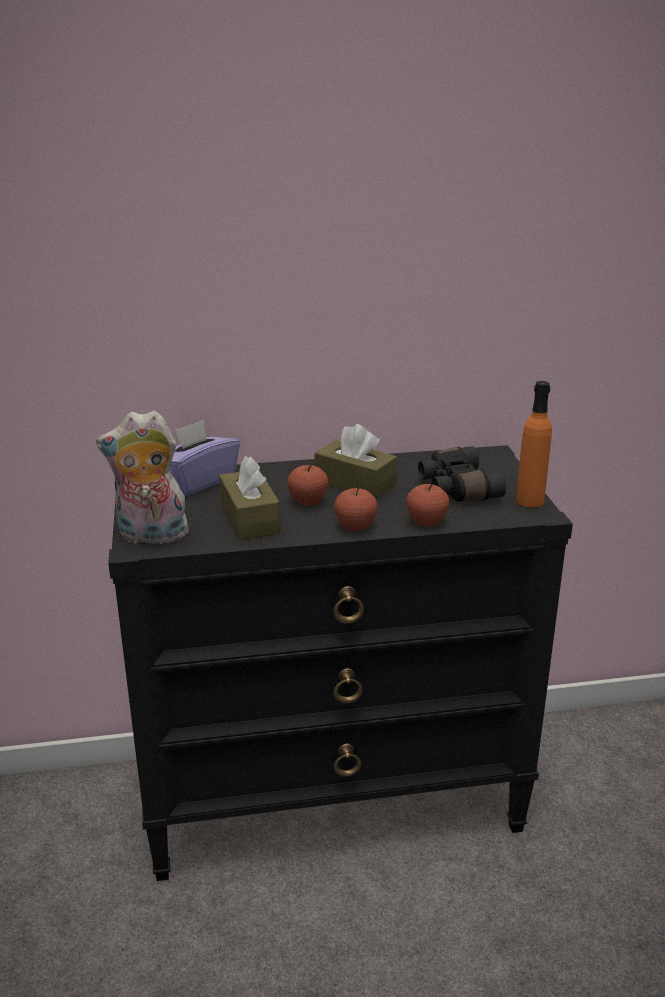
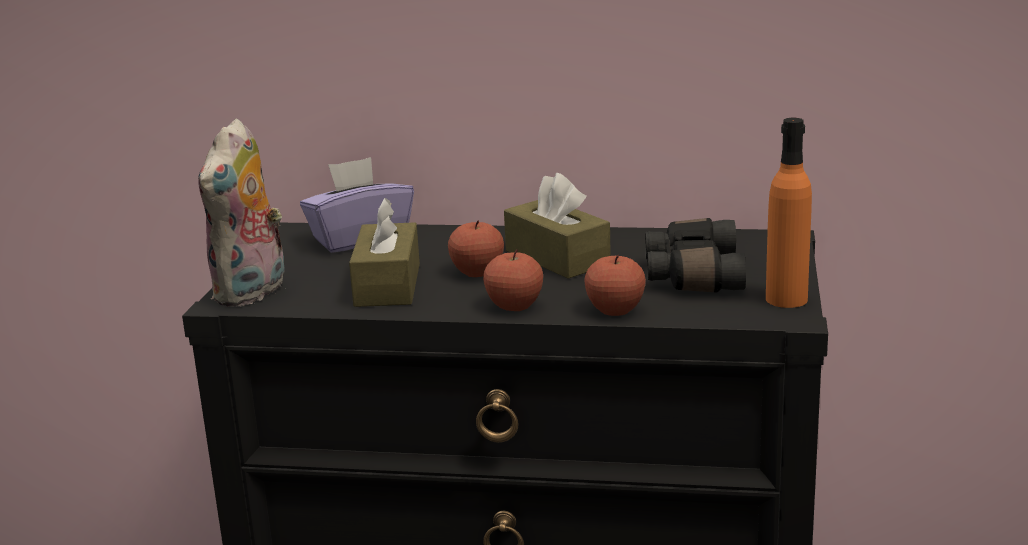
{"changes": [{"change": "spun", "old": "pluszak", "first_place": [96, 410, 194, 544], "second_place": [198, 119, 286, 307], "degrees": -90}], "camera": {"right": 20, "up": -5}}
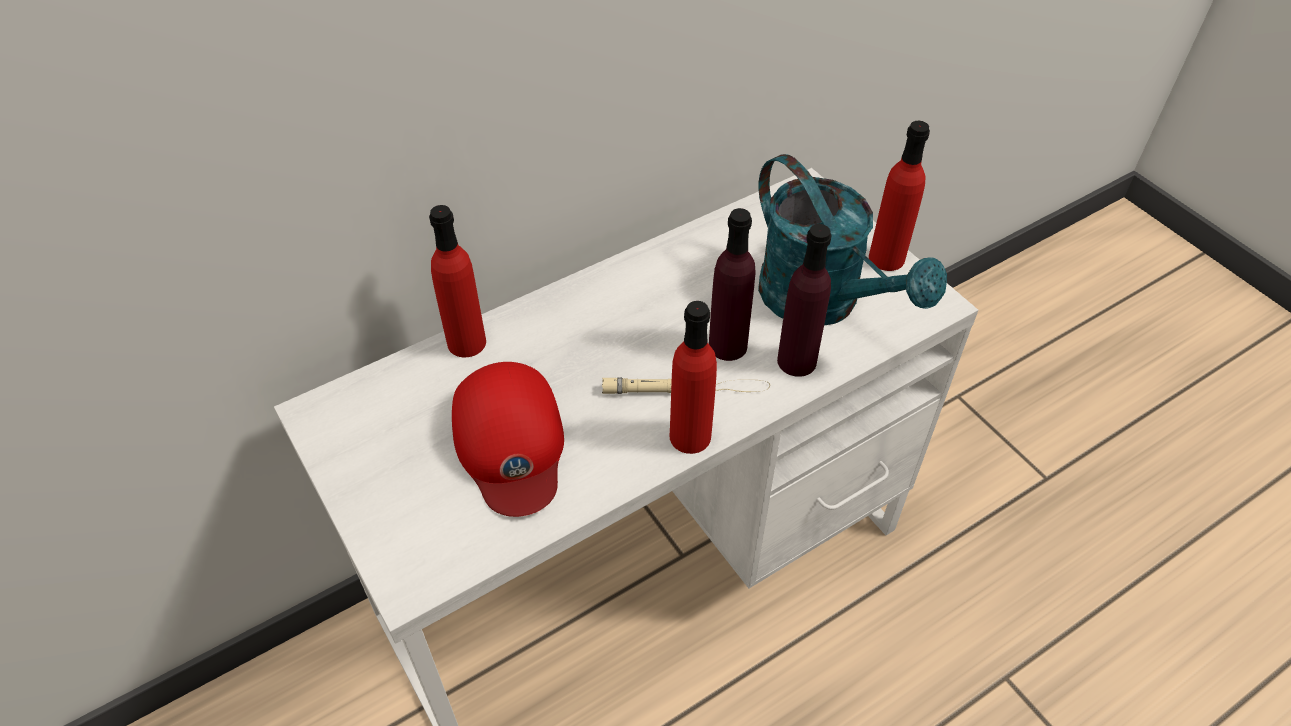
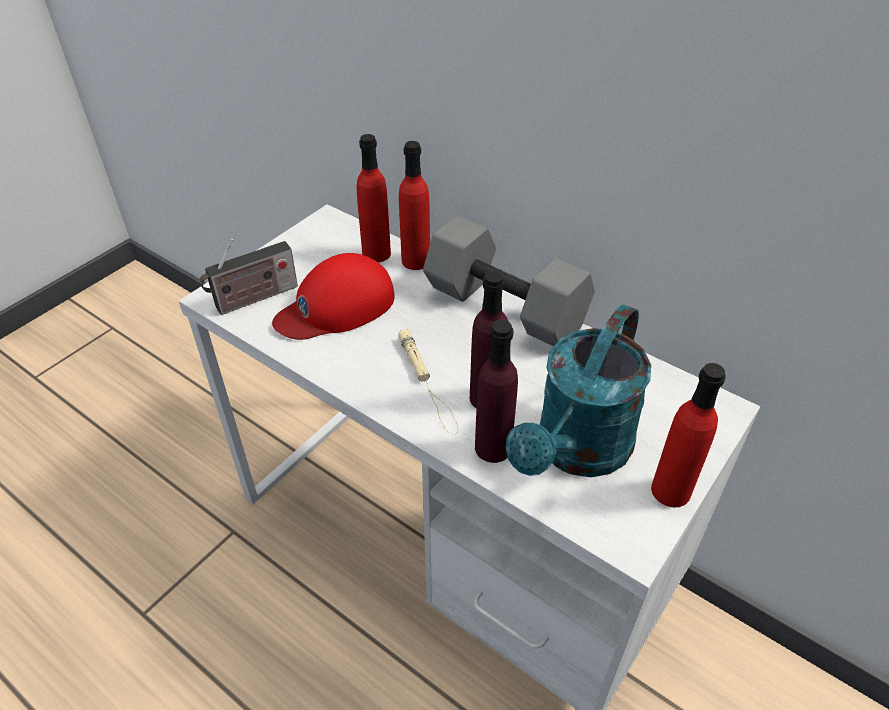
{"changes": [{"change": "appeared", "new": "radio", "second_place": [199, 239, 298, 315]}, {"change": "relocated", "old": "butelka (czerwony)", "first_place": [669, 301, 717, 454], "second_place": [357, 134, 391, 262]}, {"change": "appeared", "new": "hantel (szary)", "second_place": [423, 216, 595, 347]}], "camera": {"right": 70, "up": -5}}
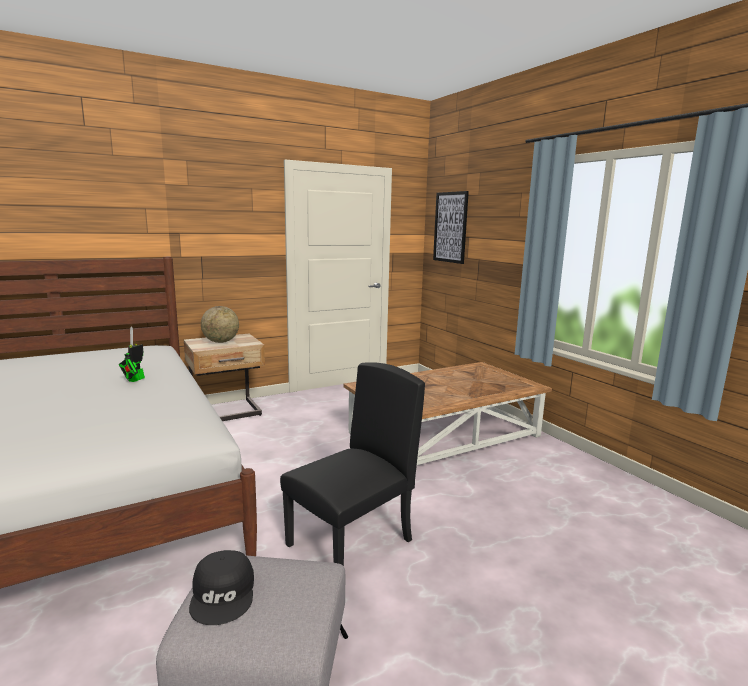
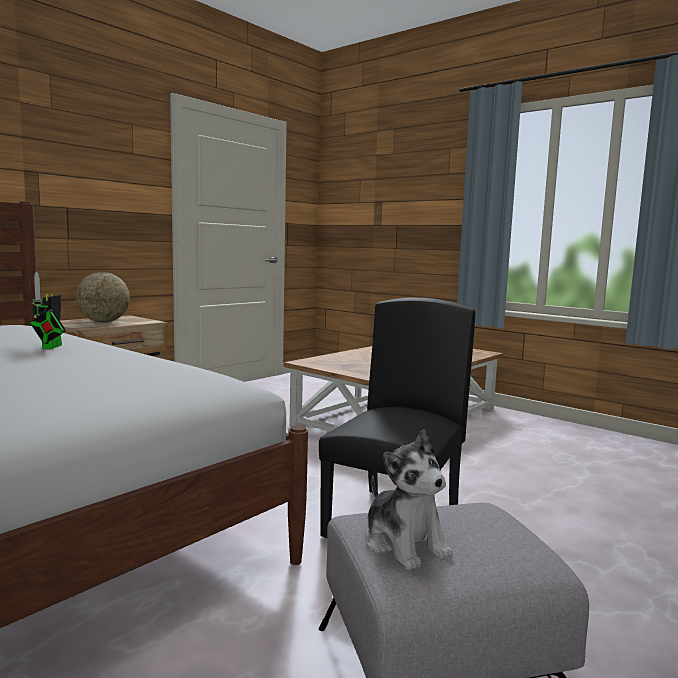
{"changes": [{"change": "exchanged", "old": "czapka z daszkiem (czarny)", "new": "pluszak", "first_place": [189, 550, 254, 625], "second_place": [365, 429, 453, 570]}, {"change": "missing", "old": "obraz", "first_place": [433, 191, 469, 264]}], "camera": {"right": -20, "up": -5}}
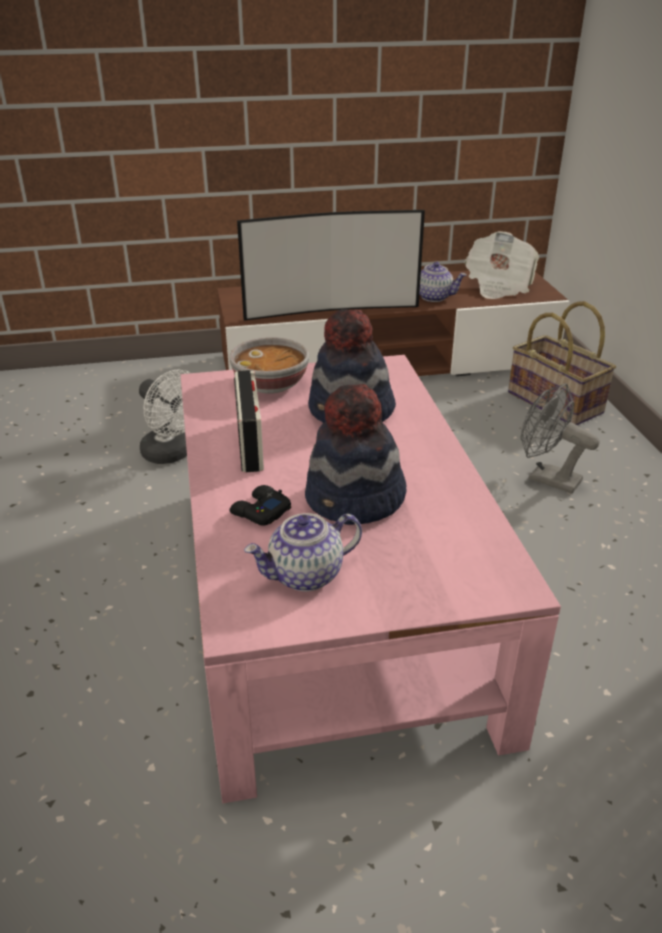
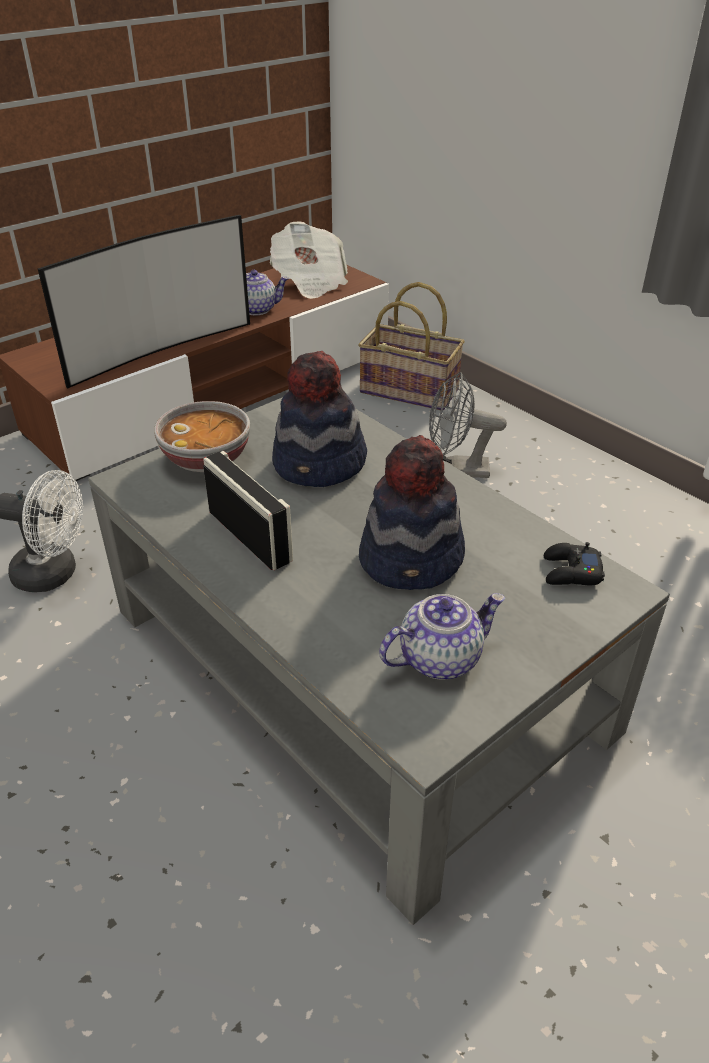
{"changes": [{"change": "colour", "old": "ława (różowy)", "new": "ława (szary)", "first_place": [180, 355, 561, 803], "second_place": [88, 397, 670, 925]}, {"change": "spun", "old": "imbryk", "first_place": [244, 513, 362, 591], "second_place": [379, 593, 505, 680], "degrees": -150}, {"change": "relocated", "old": "pad do gier (czarny)", "first_place": [230, 485, 291, 526], "second_place": [544, 542, 605, 585]}], "camera": {"right": -30, "up": 5}}
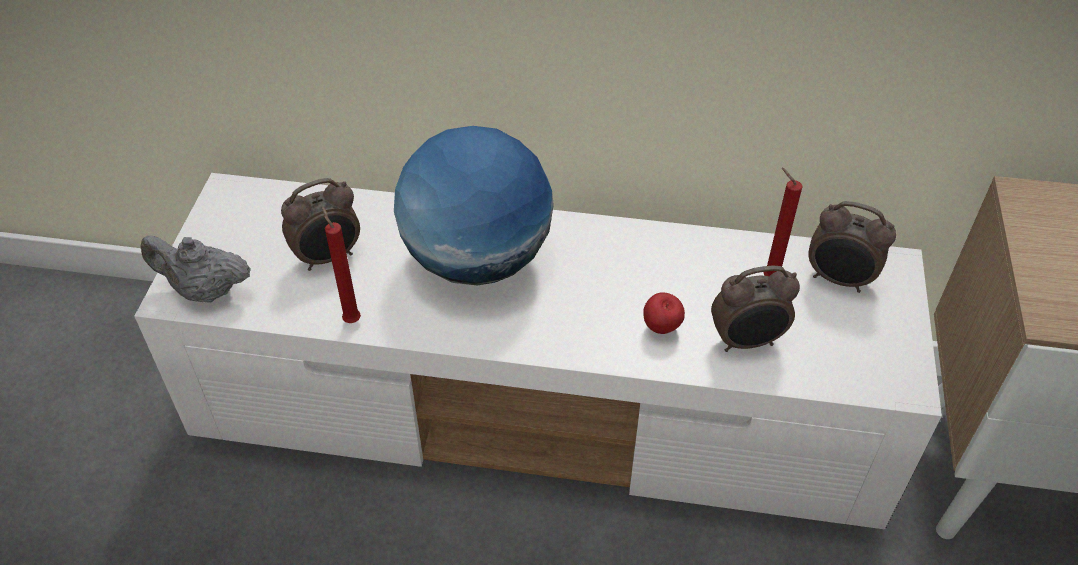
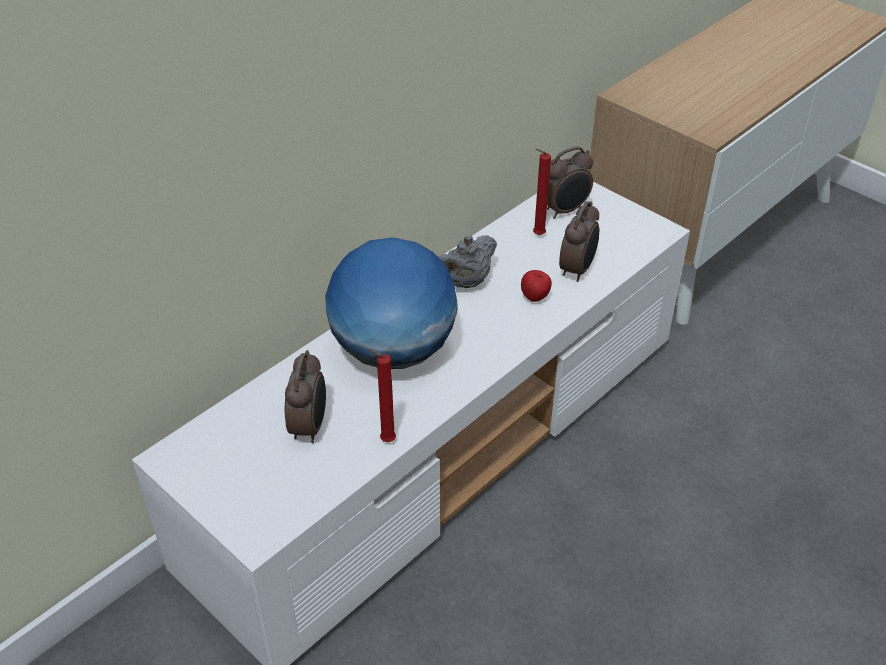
{"changes": [{"change": "relocated", "old": "imbryk (szary)", "first_place": [140, 235, 251, 303], "second_place": [439, 235, 497, 288]}], "camera": {"right": -55, "up": -5}}
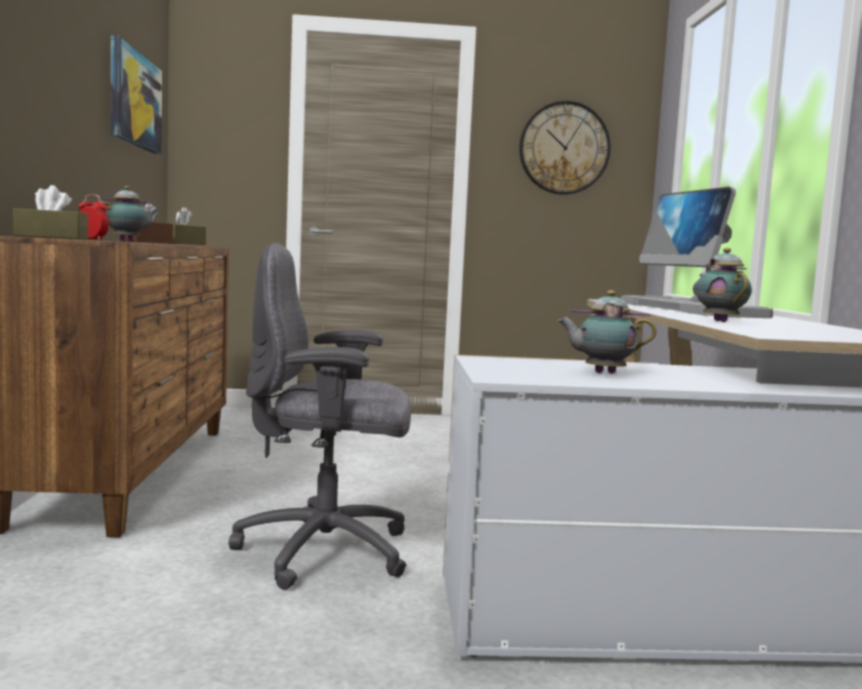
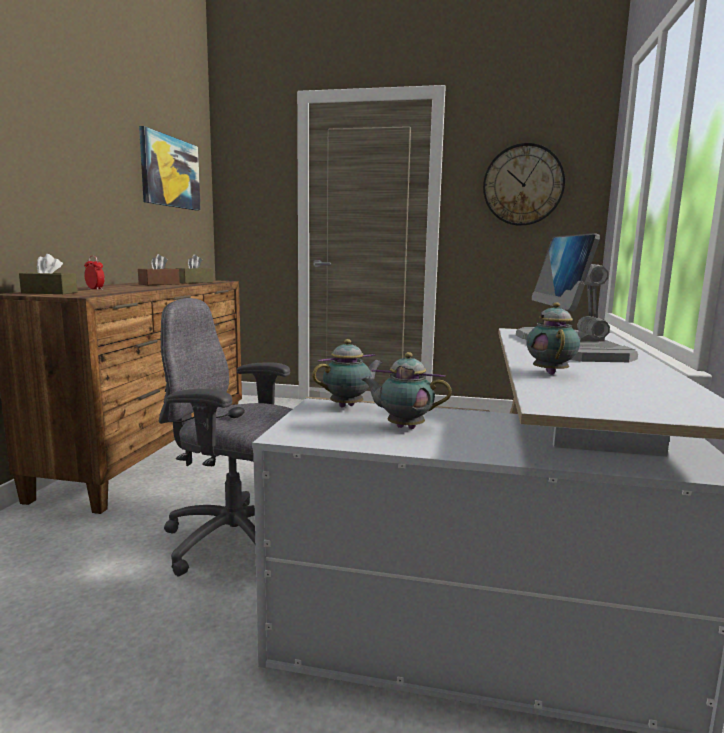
{"changes": [{"change": "relocated", "old": "imbryk", "first_place": [100, 186, 159, 241], "second_place": [312, 339, 383, 408]}], "camera": {"right": 15, "up": 5}}
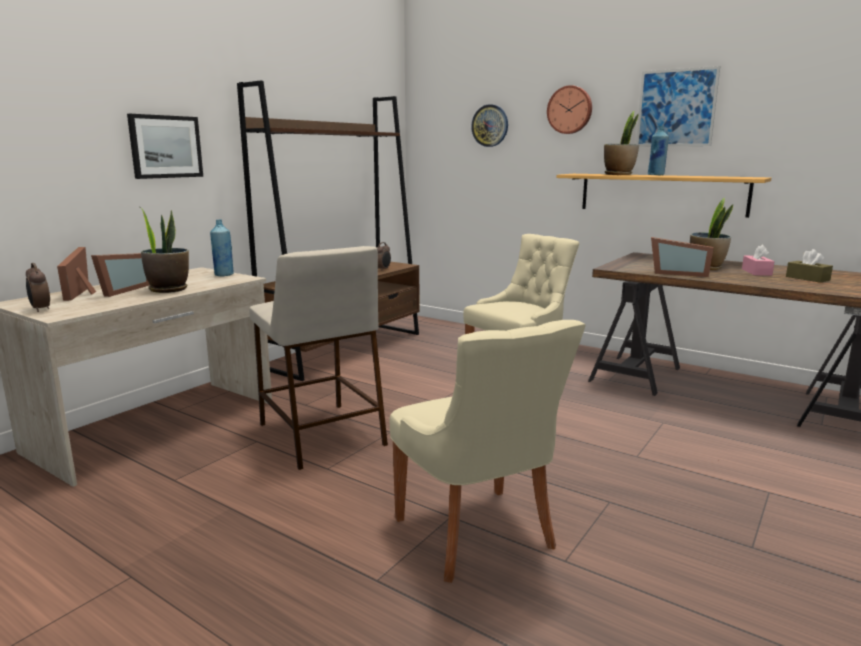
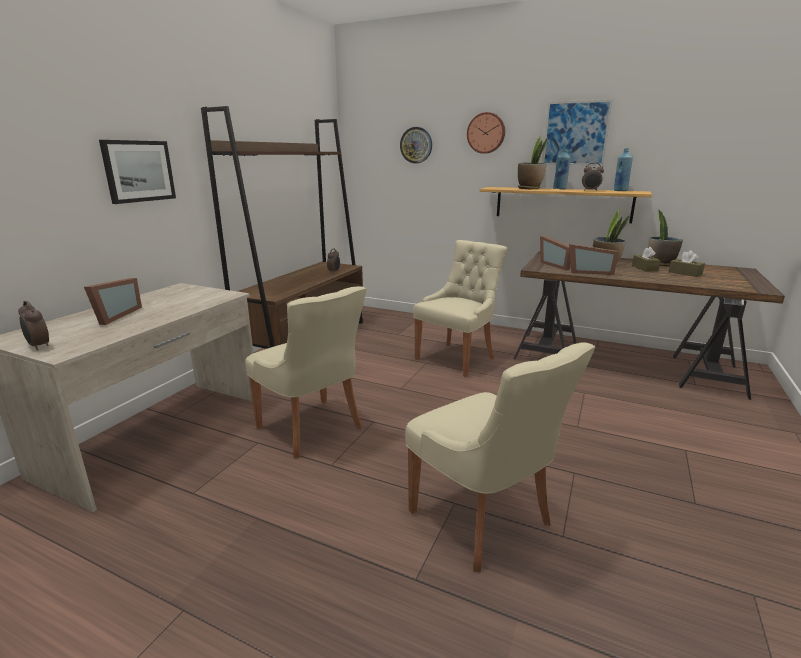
{"changes": [{"change": "exchanged", "old": "stołek (beżowy)", "new": "krzesło (beżowy)", "first_place": [249, 246, 388, 470], "second_place": [245, 286, 366, 458]}, {"change": "relocated", "old": "ramka na zdjęcie", "first_place": [57, 247, 96, 301], "second_place": [540, 235, 571, 270]}, {"change": "appeared", "new": "budzik", "second_place": [582, 163, 604, 191]}, {"change": "relocated", "old": "butelka (niebieski)", "first_place": [210, 220, 234, 276], "second_place": [614, 148, 633, 191]}, {"change": "colour", "old": "pudełko chusteczek (różowy)", "new": "pudełko chusteczek (brązowy)", "first_place": [742, 245, 775, 276], "second_place": [632, 247, 661, 272]}, {"change": "relocated", "old": "roślina doniczkowa", "first_place": [140, 207, 189, 293], "second_place": [648, 210, 683, 266]}], "camera": {"right": -10, "up": 5}}
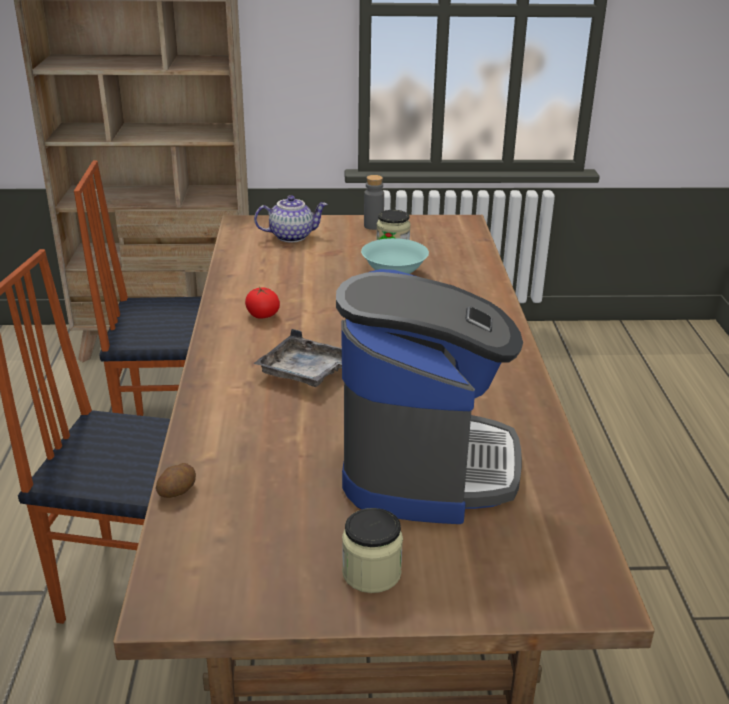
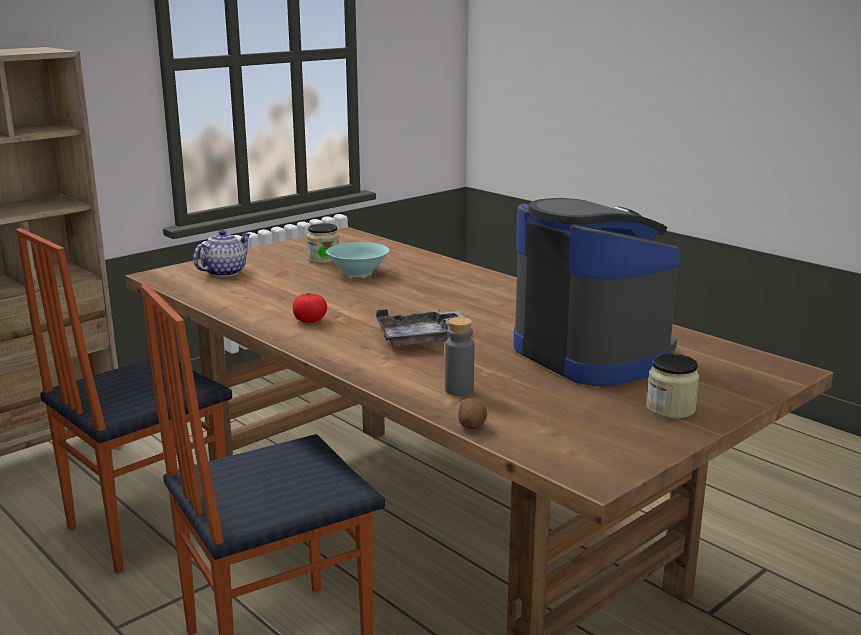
{"changes": [{"change": "relocated", "old": "butelka (szary)", "first_place": [364, 175, 384, 230], "second_place": [445, 317, 475, 396]}], "camera": {"right": -40, "up": -10}}
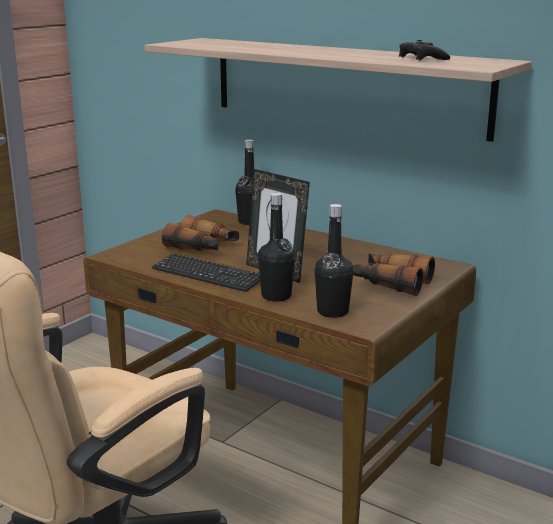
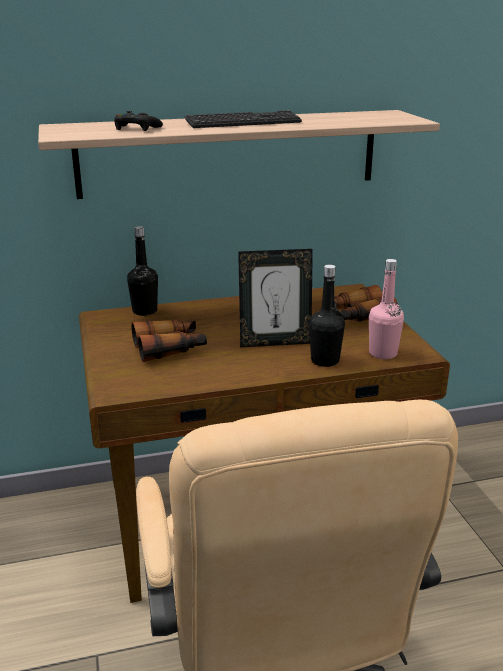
{"changes": [{"change": "relocated", "old": "pad do gier (czarny)", "first_place": [399, 40, 450, 60], "second_place": [114, 111, 163, 131]}, {"change": "relocated", "old": "klawiatura", "first_place": [152, 253, 260, 292], "second_place": [184, 110, 302, 128]}, {"change": "colour", "old": "butelka (czarny)", "new": "butelka (różowy)", "first_place": [314, 204, 354, 318], "second_place": [369, 259, 404, 359]}], "camera": {"right": -50, "up": 5}}
